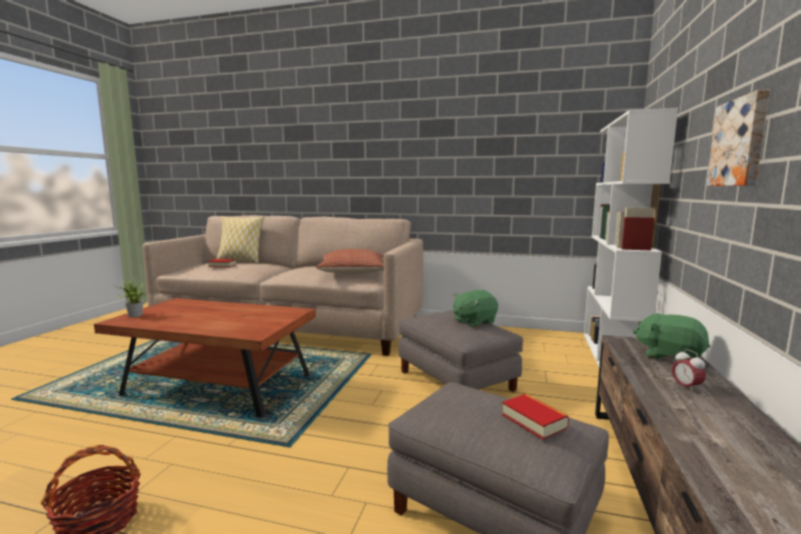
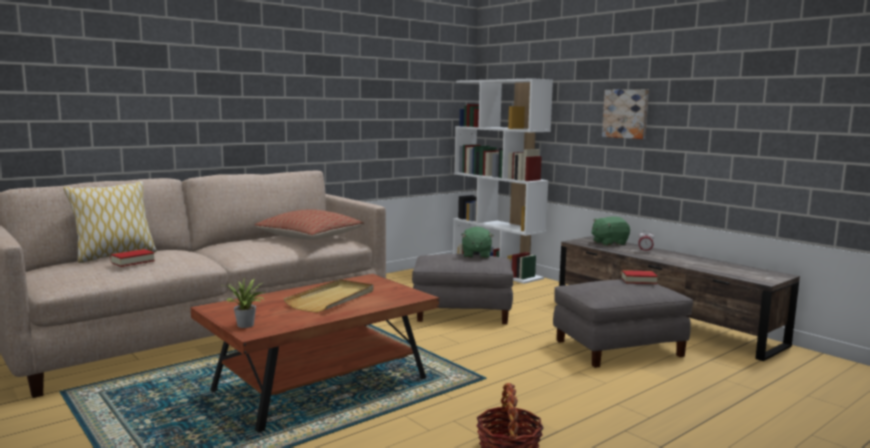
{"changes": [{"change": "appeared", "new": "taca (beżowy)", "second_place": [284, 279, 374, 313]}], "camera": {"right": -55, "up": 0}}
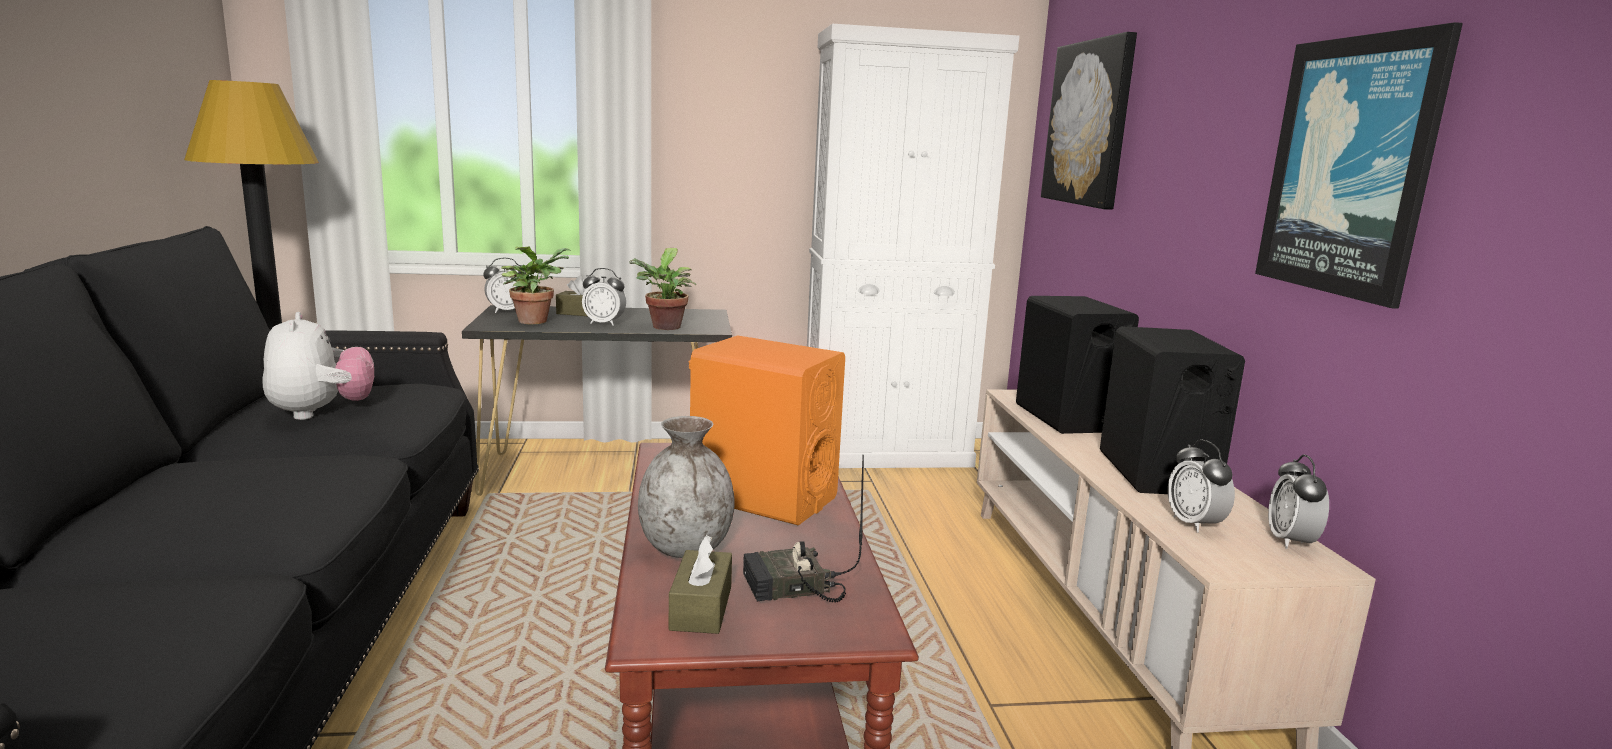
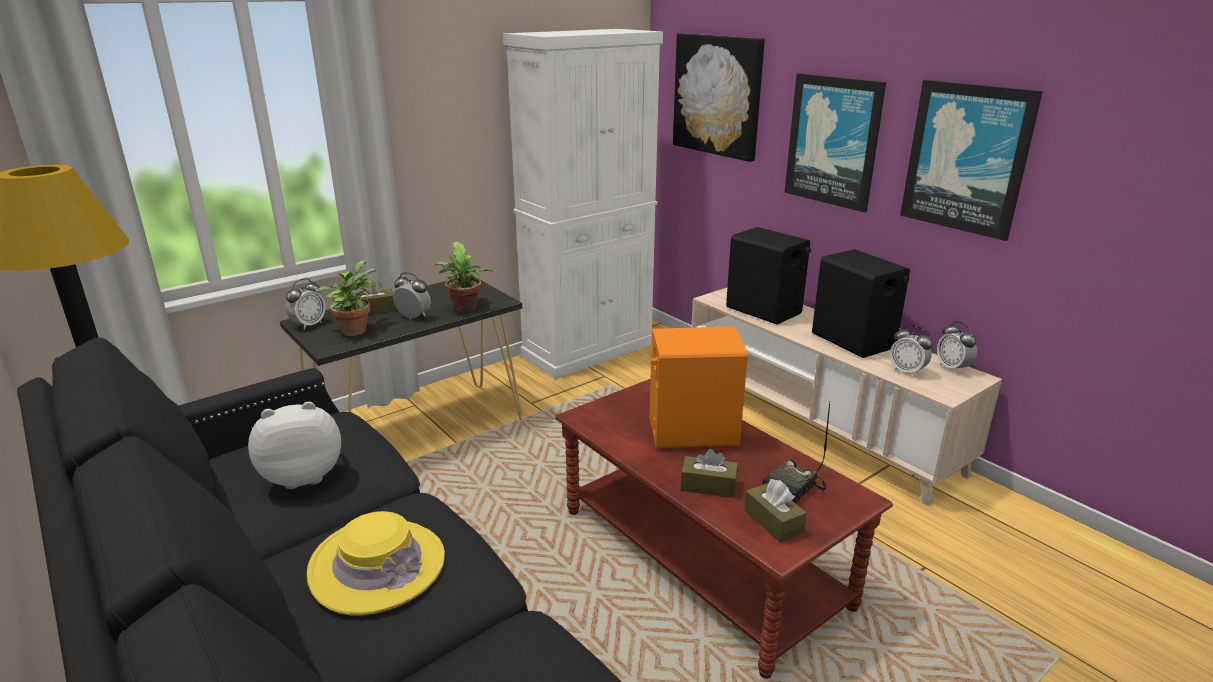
{"changes": [{"change": "spun", "old": "pluszak", "first_place": [263, 312, 374, 420], "second_place": [248, 402, 341, 489], "degrees": -60}, {"change": "appeared", "new": "kapelusz (żółty)", "second_place": [307, 511, 445, 616]}, {"change": "spun", "old": "budzik", "first_place": [582, 268, 626, 326], "second_place": [393, 272, 430, 319], "degrees": -135}, {"change": "exchanged", "old": "wazon (szary)", "new": "pudełko chusteczek (brązowy)", "first_place": [638, 416, 735, 558], "second_place": [680, 449, 738, 498]}, {"change": "appeared", "new": "obraz", "second_place": [785, 73, 886, 212]}], "camera": {"right": -30, "up": 10}}
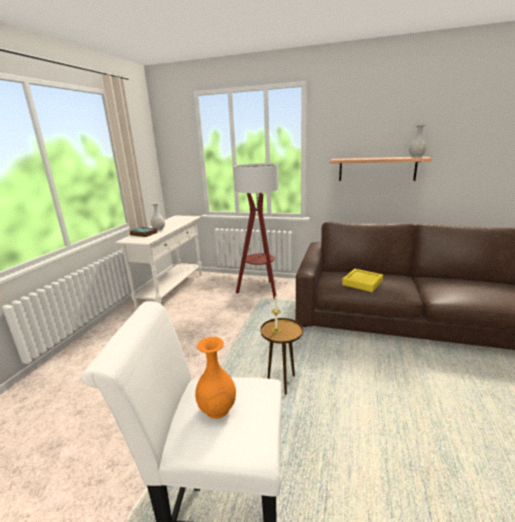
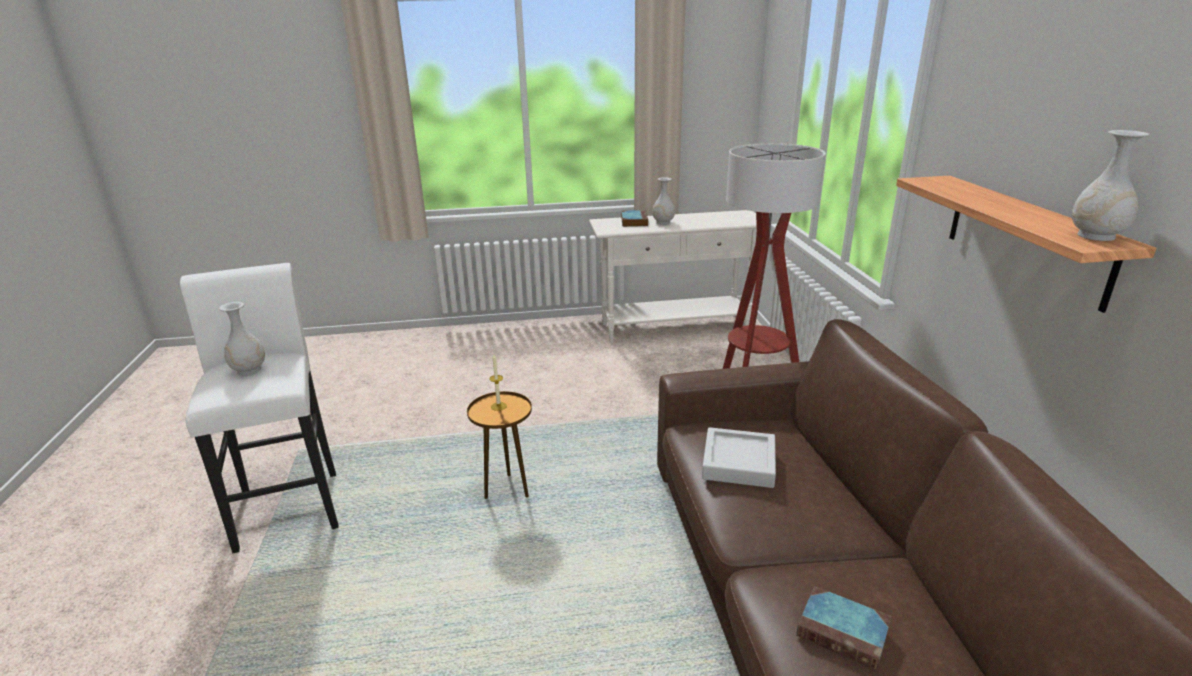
{"changes": [{"change": "colour", "old": "wazon (pomarańczowy)", "new": "wazon (biały)", "first_place": [195, 337, 236, 419], "second_place": [219, 302, 265, 375]}, {"change": "colour", "old": "taca (żółty)", "new": "taca (szary)", "first_place": [342, 269, 383, 292], "second_place": [702, 427, 776, 488]}, {"change": "appeared", "new": "książka", "second_place": [796, 586, 892, 670]}], "camera": {"right": 65, "up": 5}}
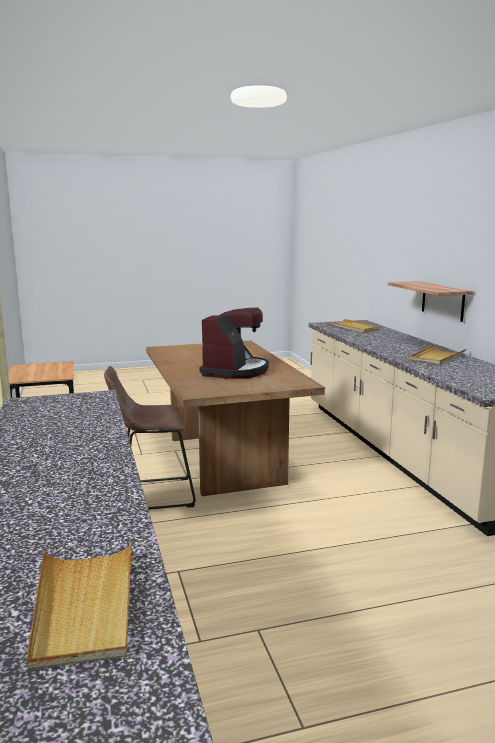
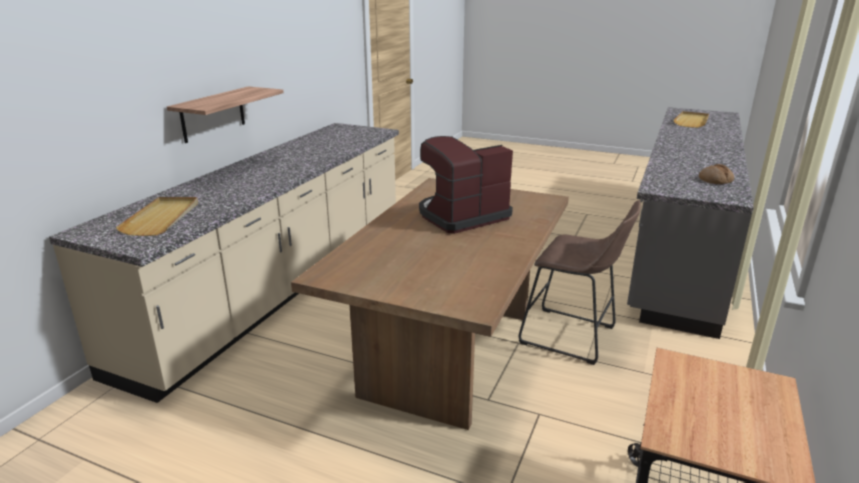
{"changes": [{"change": "appeared", "new": "chleb", "second_place": [699, 164, 734, 184]}, {"change": "missing", "old": "taca (beżowy)", "first_place": [410, 344, 466, 365]}], "camera": {"right": -140, "up": 10}}
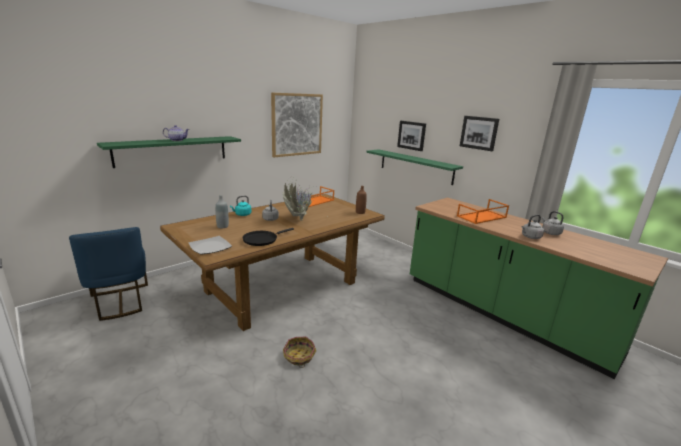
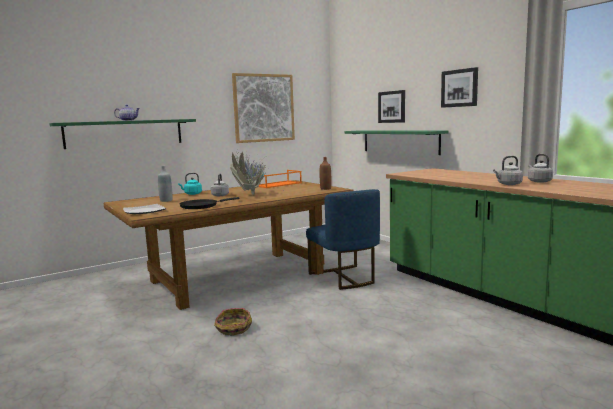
{"changes": [{"change": "relocated", "old": "krzesło (niebieski)", "first_place": [69, 227, 148, 321], "second_place": [306, 189, 380, 290]}, {"change": "missing", "old": "taca (pomarańczowy)", "first_place": [457, 199, 509, 224]}], "camera": {"right": 10, "up": -10}}
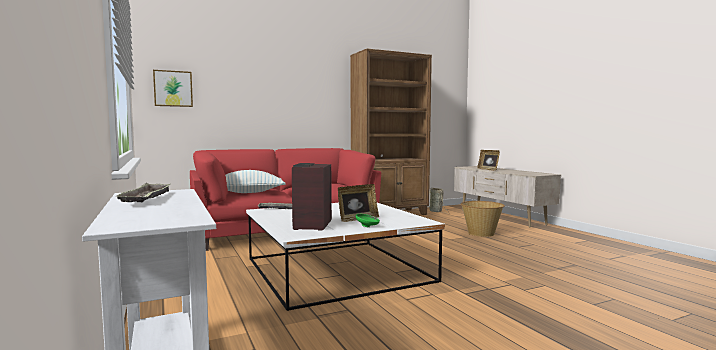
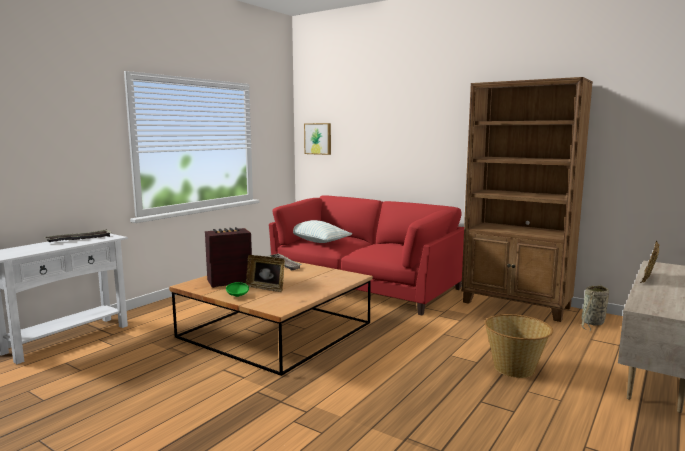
{"changes": [{"change": "colour", "old": "ława (biały)", "new": "ława (brązowy)", "first_place": [246, 203, 445, 311], "second_place": [169, 261, 373, 376]}], "camera": {"right": 60, "up": 5}}
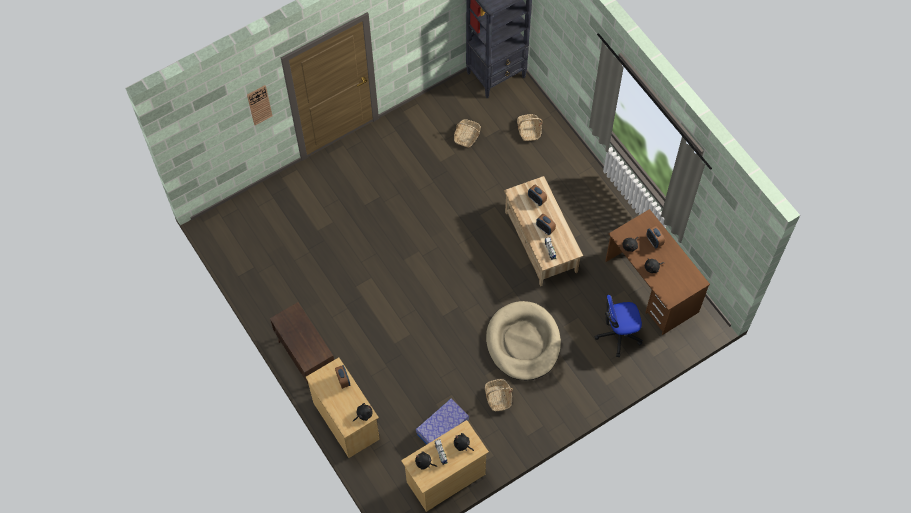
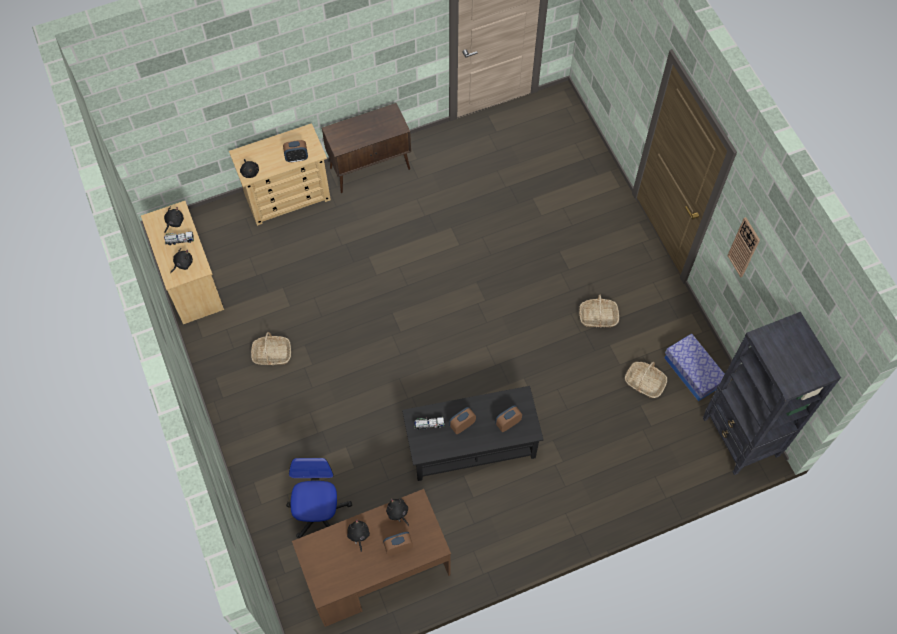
{"changes": [{"change": "colour", "old": "ława (beżowy)", "new": "ława (czarny)", "first_place": [504, 176, 583, 286], "second_place": [402, 386, 544, 481]}, {"change": "relocated", "old": "koszyk", "first_place": [517, 114, 543, 141], "second_place": [579, 295, 619, 328]}, {"change": "relocated", "old": "pojemnik do przechowywania", "first_place": [416, 398, 469, 444], "second_place": [665, 333, 725, 401]}, {"change": "relocated", "old": "zegar ścienny", "first_place": [247, 85, 273, 125], "second_place": [727, 217, 760, 278]}, {"change": "missing", "old": "legowisko (beżowy)", "first_place": [486, 301, 561, 380]}], "camera": {"right": 100, "up": 0}}
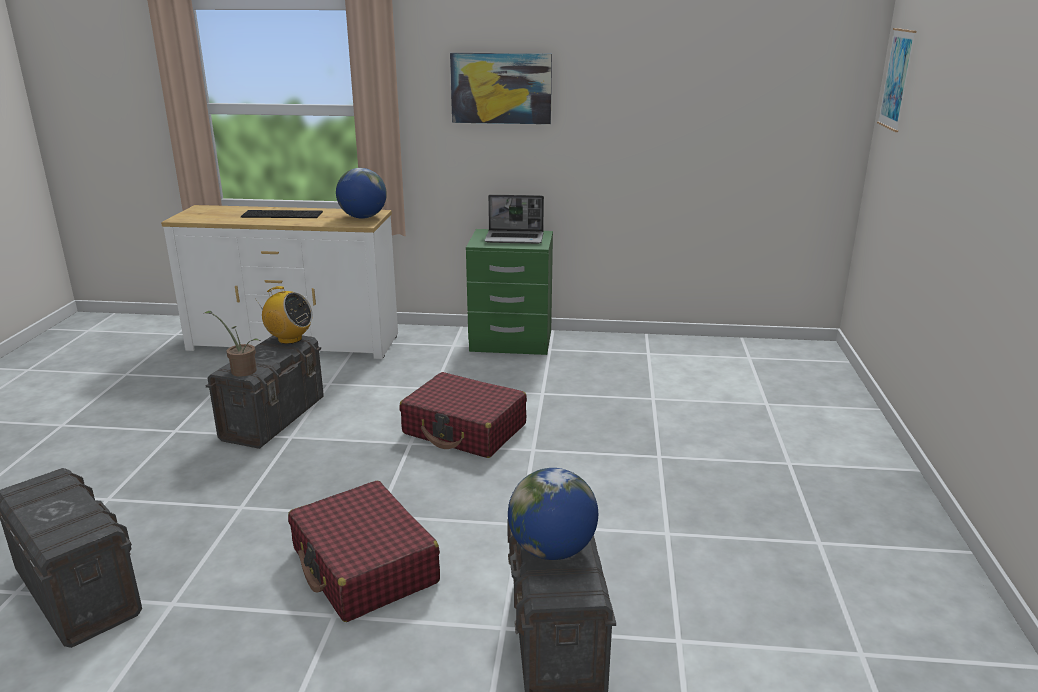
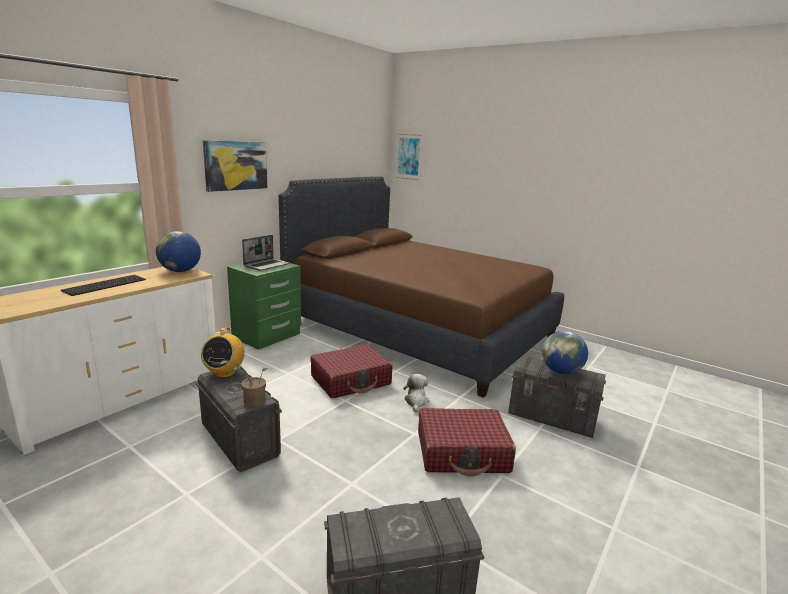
{"changes": [{"change": "spun", "old": "radio", "first_place": [255, 286, 313, 344], "second_place": [201, 327, 245, 378], "degrees": 135}, {"change": "appeared", "new": "łóżko (brązowy)", "second_place": [278, 176, 564, 398]}, {"change": "appeared", "new": "pluszak", "second_place": [403, 374, 429, 413]}], "camera": {"right": -60, "up": -5}}
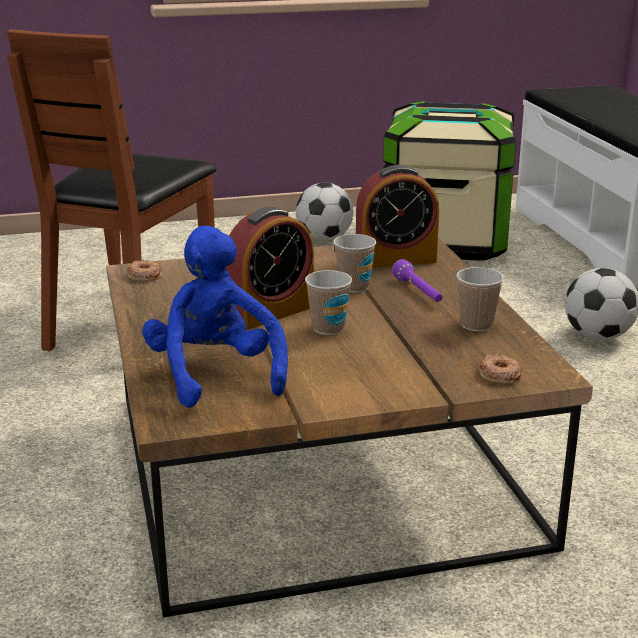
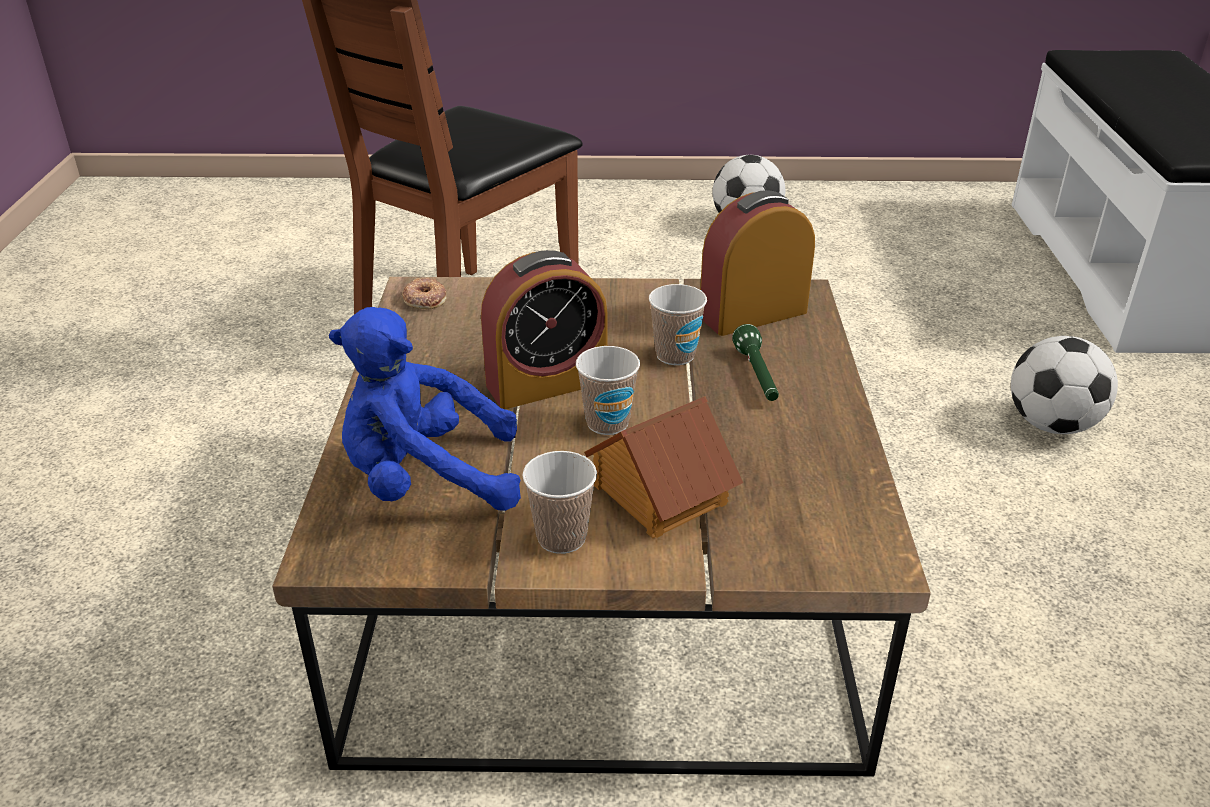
{"changes": [{"change": "spun", "old": "pluszak (niebieski)", "first_place": [142, 226, 288, 408], "second_place": [329, 307, 521, 511], "degrees": -90}, {"change": "relocated", "old": "filiżanka", "first_place": [456, 267, 504, 332], "second_place": [522, 451, 597, 554]}, {"change": "appeared", "new": "domek", "second_place": [584, 396, 743, 539]}, {"change": "spun", "old": "budzik", "first_place": [356, 165, 439, 268], "second_place": [700, 190, 815, 336], "degrees": 150}, {"change": "colour", "old": "latarka (fioletowy)", "new": "latarka (zielony)", "first_place": [392, 259, 442, 302], "second_place": [732, 324, 779, 401]}, {"change": "missing", "old": "pojemnik do przechowywania", "first_place": [383, 101, 516, 261]}, {"change": "missing", "old": "donut", "first_place": [479, 354, 522, 384]}], "camera": {"right": 15, "up": 10}}
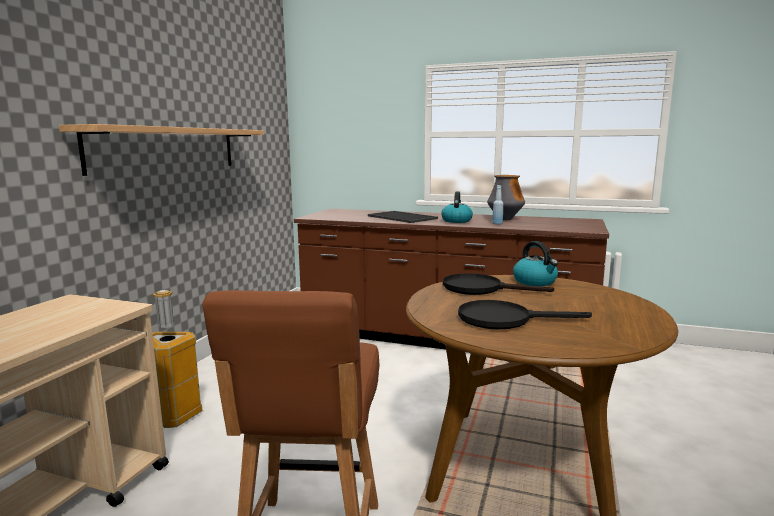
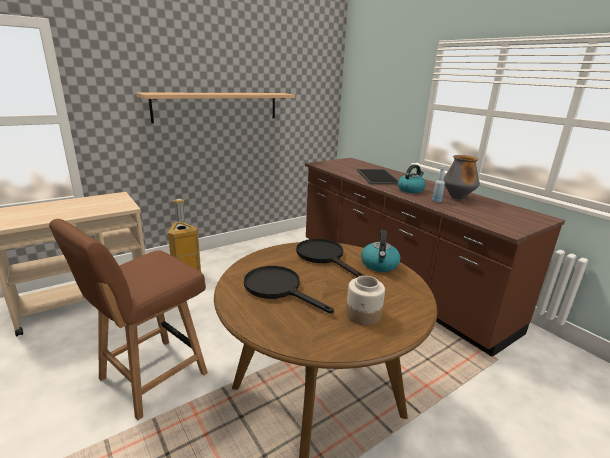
{"changes": [{"change": "appeared", "new": "słoik", "second_place": [346, 276, 385, 325]}], "camera": {"right": 35, "up": 10}}
